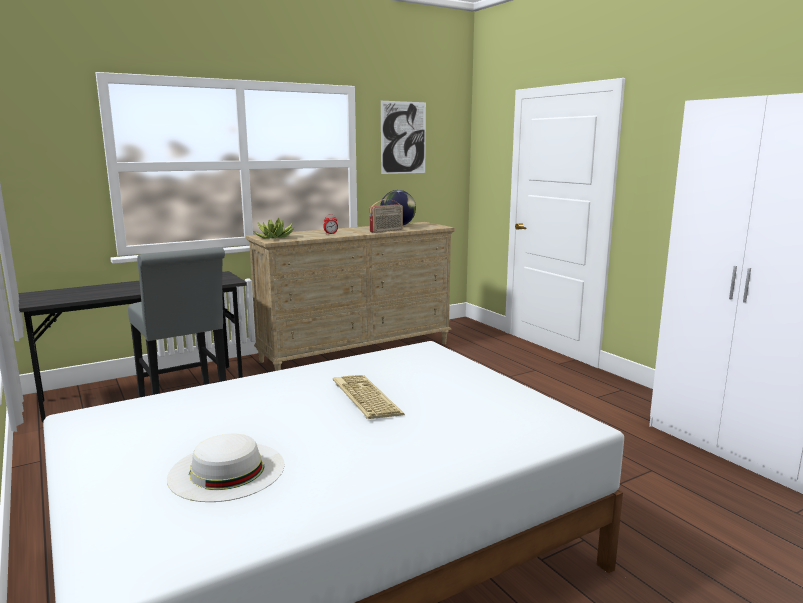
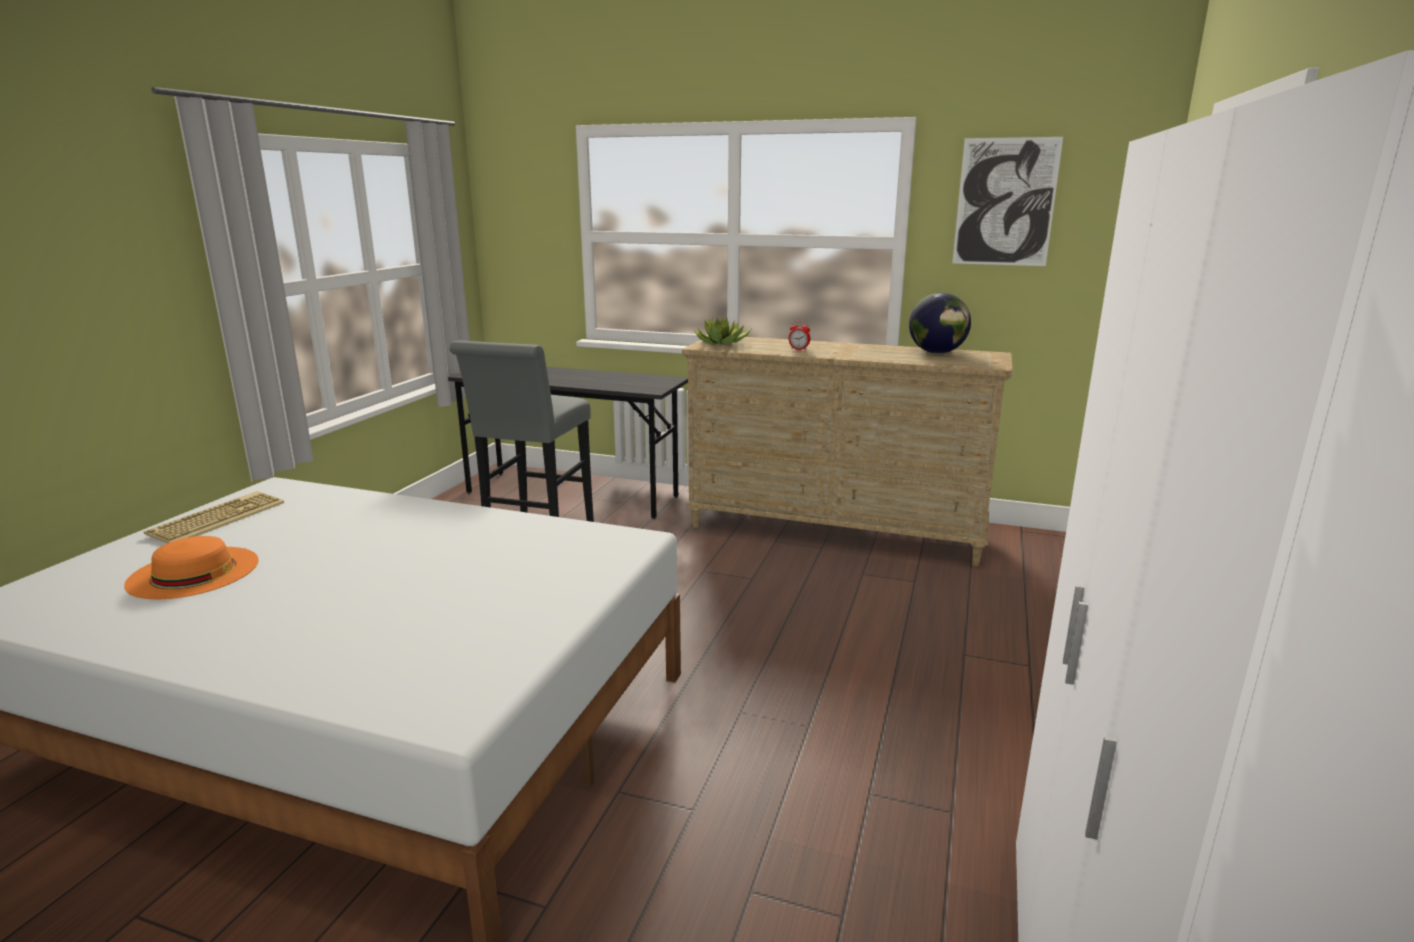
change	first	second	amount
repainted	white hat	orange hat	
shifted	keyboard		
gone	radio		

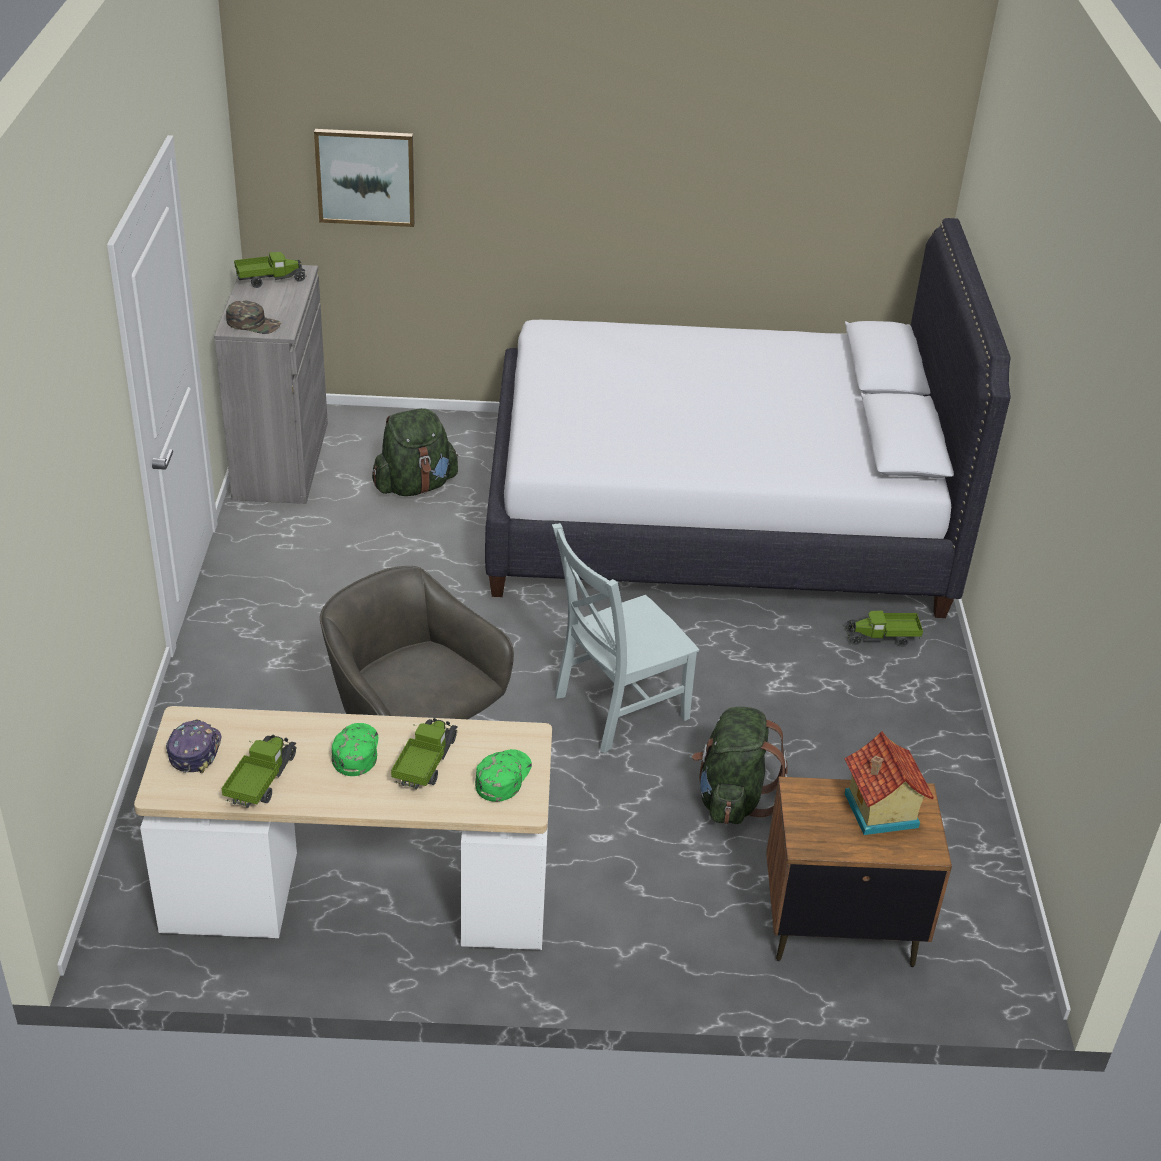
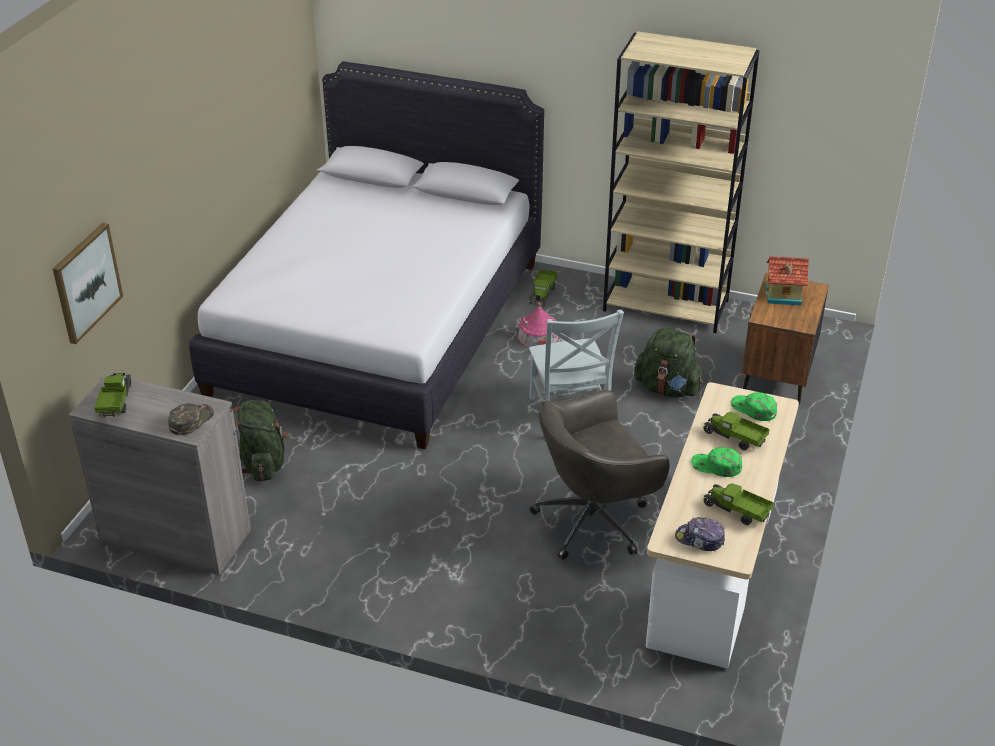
change	first	second	amount
new		toy house (no. 1 from left)	
new		beige bookcase	

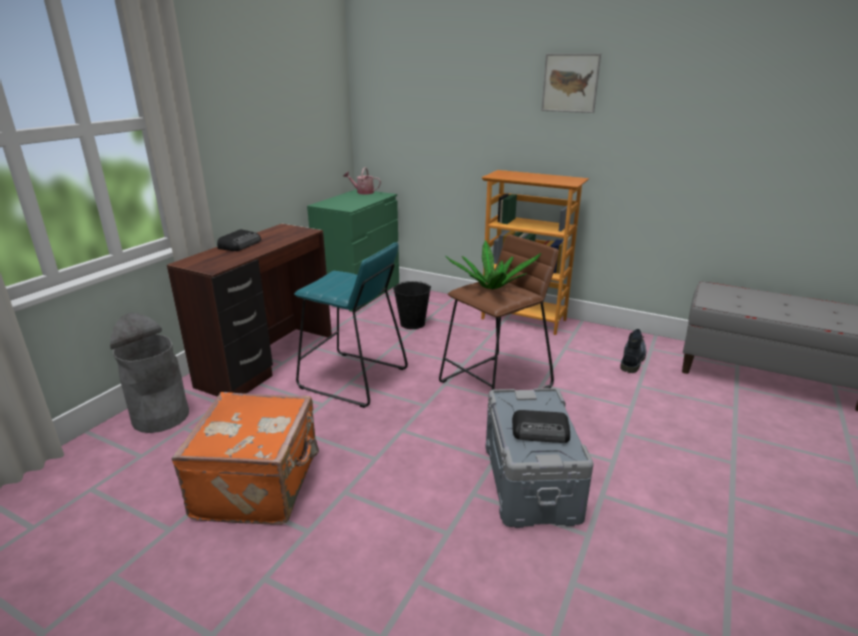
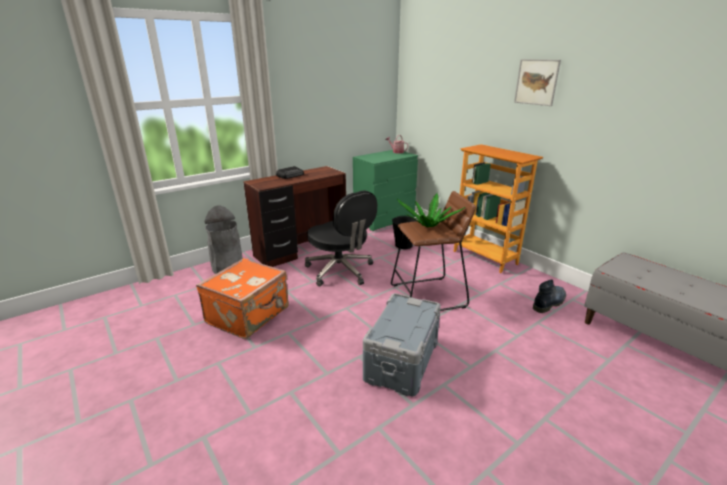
change	first	second	amount
swapped	turquoise stool	black office chair	
gone	radio (no. 2 from left)		

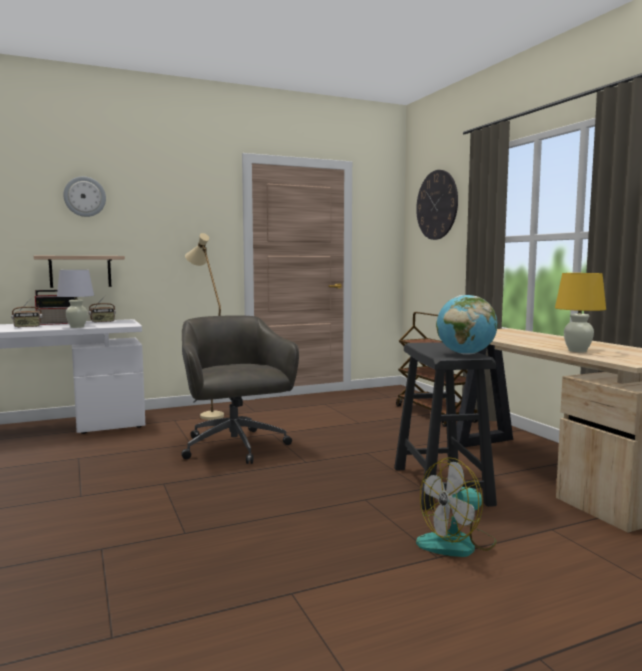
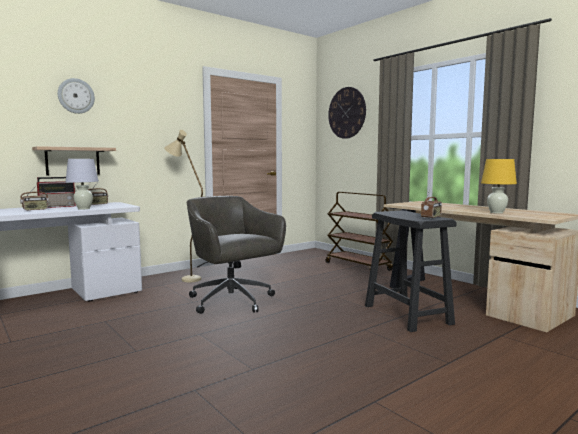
change	first	second	amount
swapped	globe	radio (no. 4 from left)	
gone	fan		

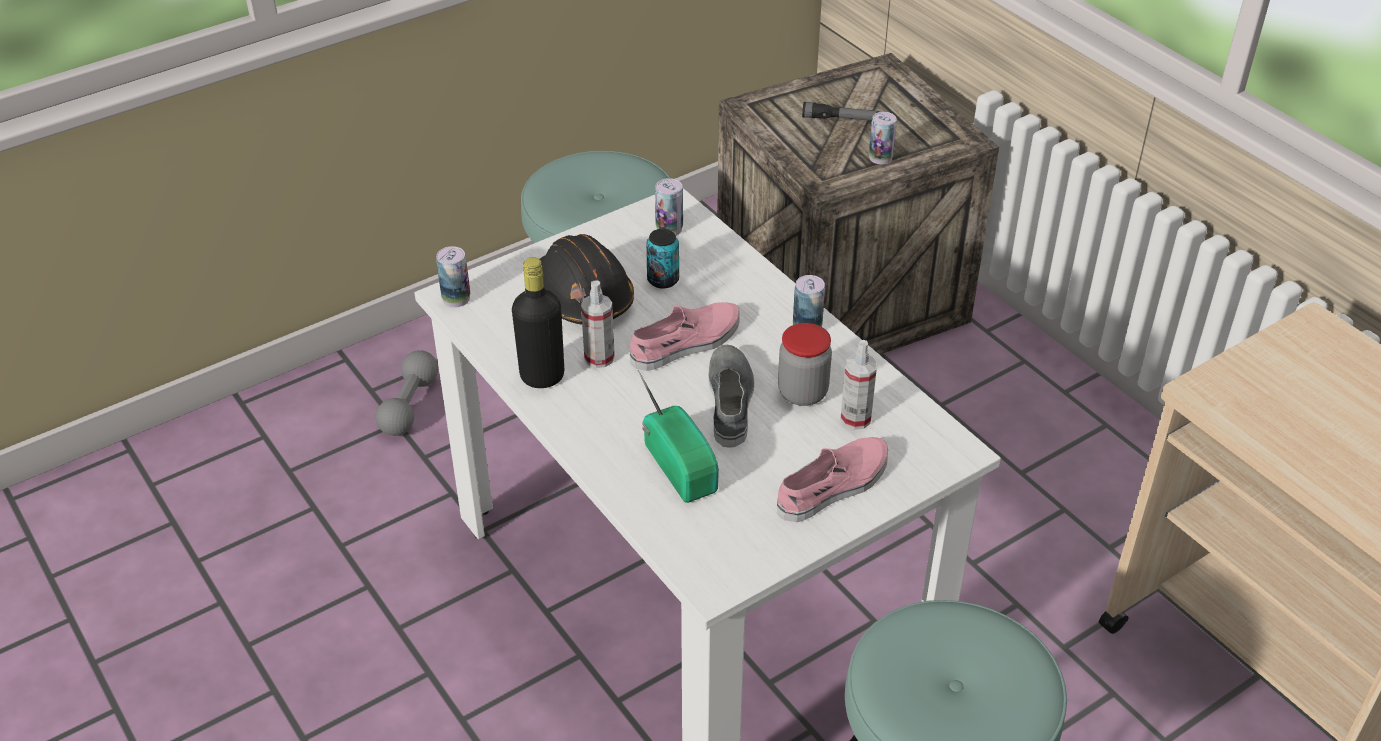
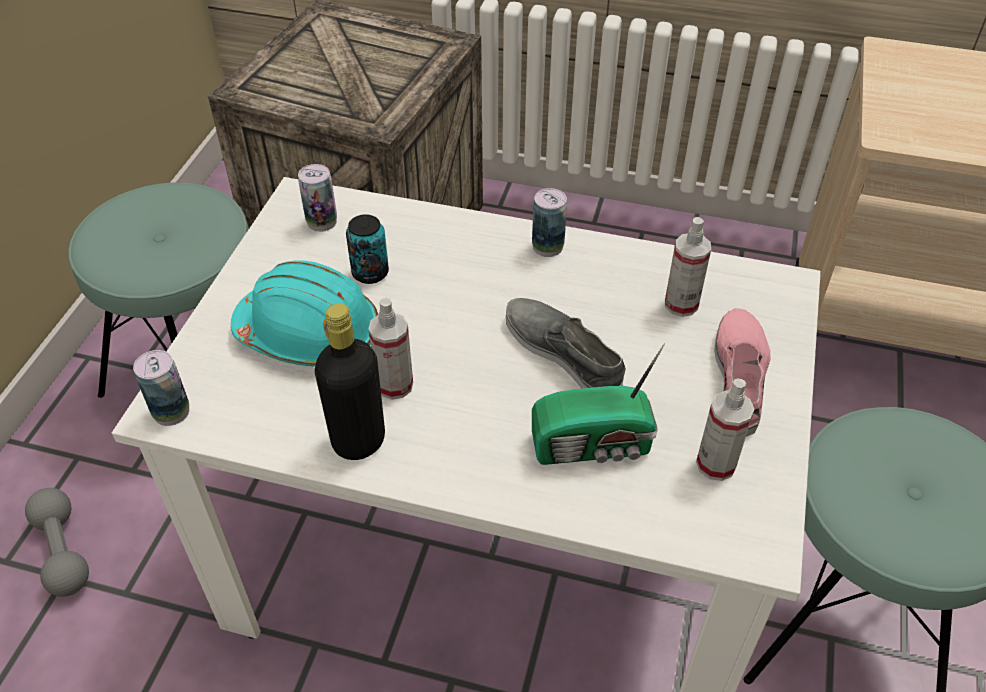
change	first	second	amount
repainted	black hard hat	turquoise hard hat	
rotated	radio		150 degrees clockwise
new		spray bottle (no. 3 from left)	
gone	pink shoe (no. 1 from left)		
gone	jar		
gone	flashlight		
gone	can (no. 5 from left)		

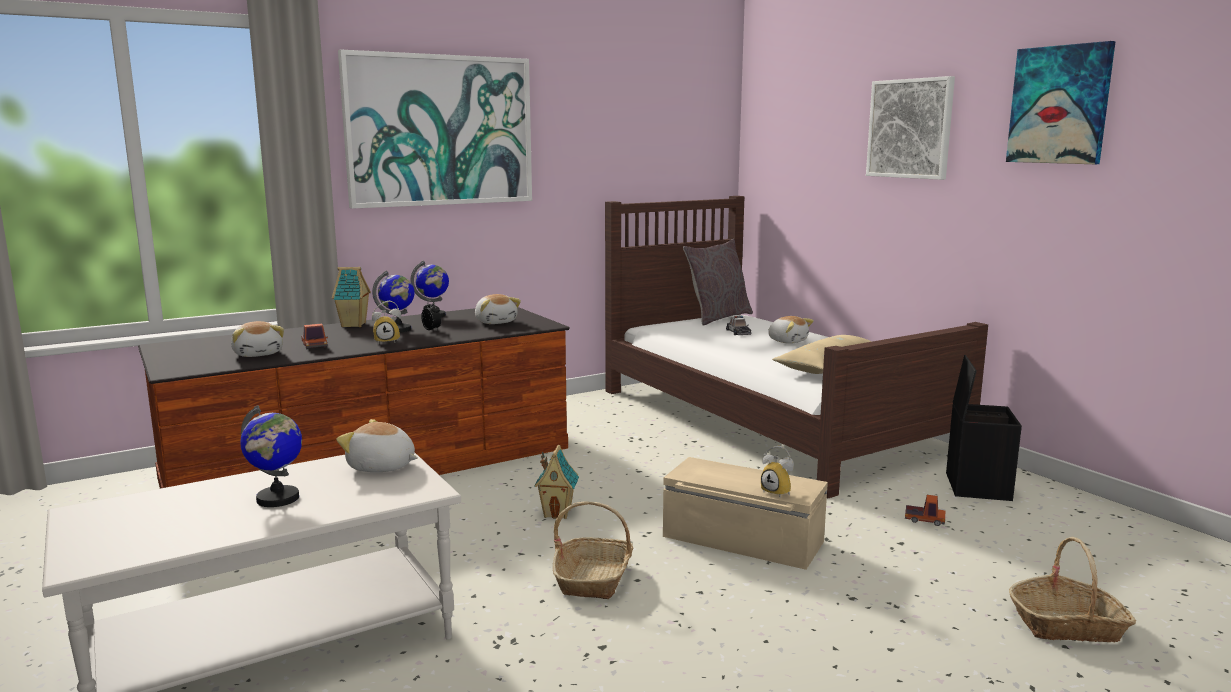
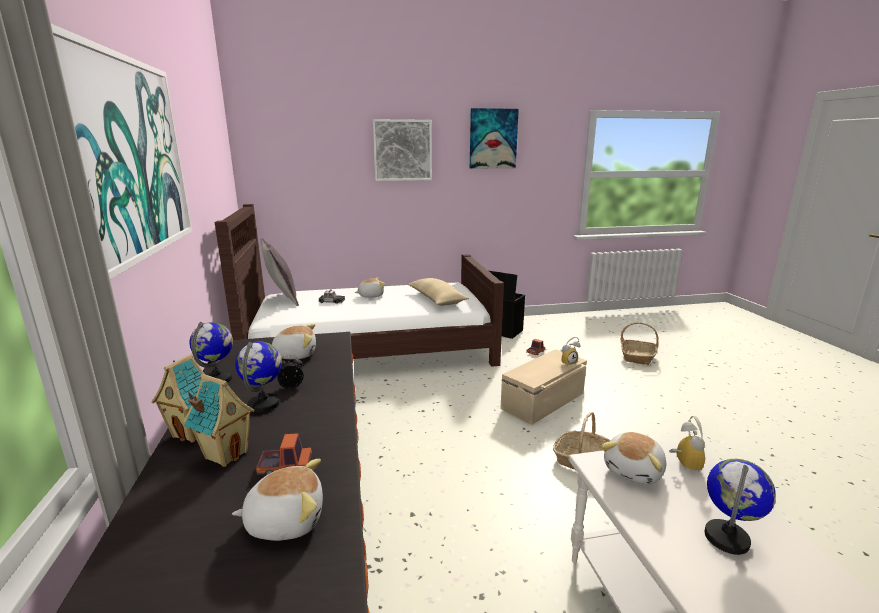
change	first	second	amount
shifted	toy house (no. 2 from left)		
shifted	alarm clock (no. 1 from left in the first image)	alarm clock (no. 3 from left)	

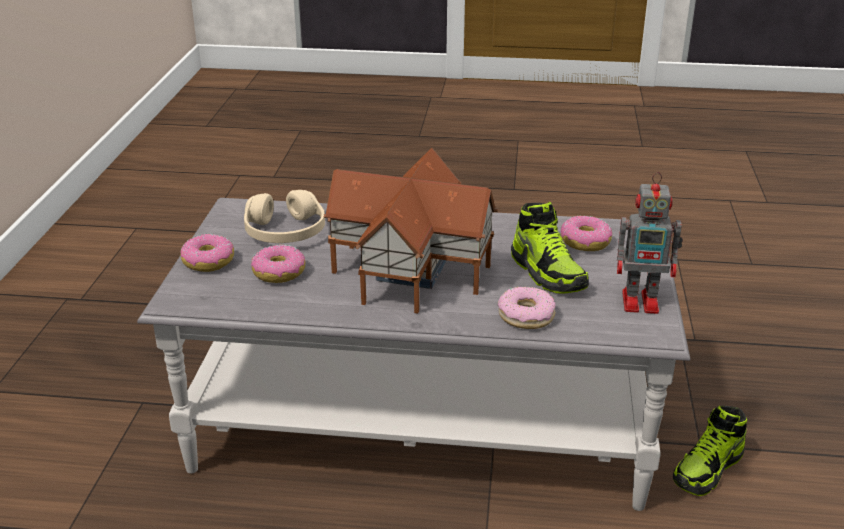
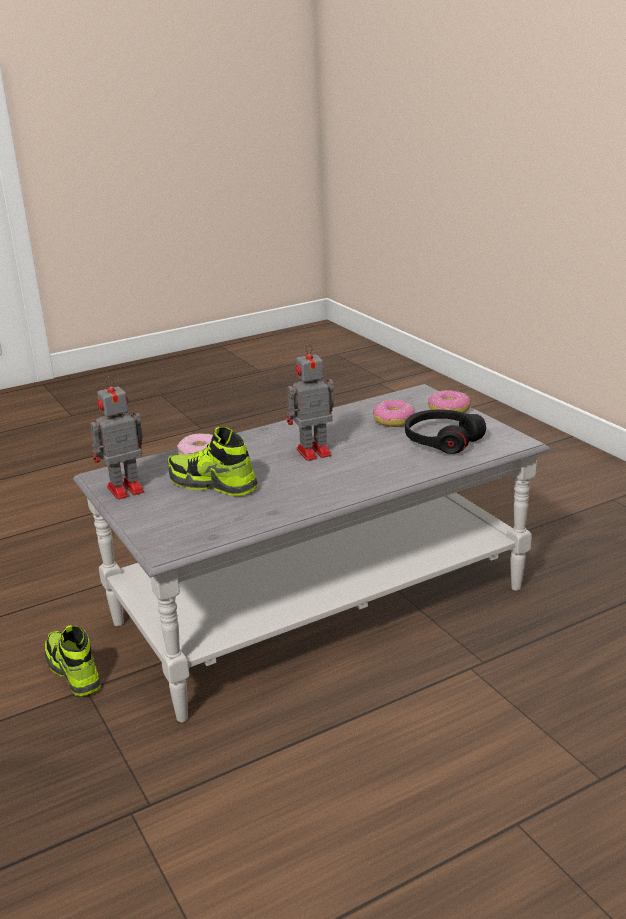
change	first	second	amount
rotated	shoe (no. 2 from left in the first image)	shoe (no. 1 from left)	45 degrees counterclockwise
swapped	toy house	toy robot (no. 2 from left)	
repainted	beige headphones	black headphones	
gone	donut (no. 4 from left)		

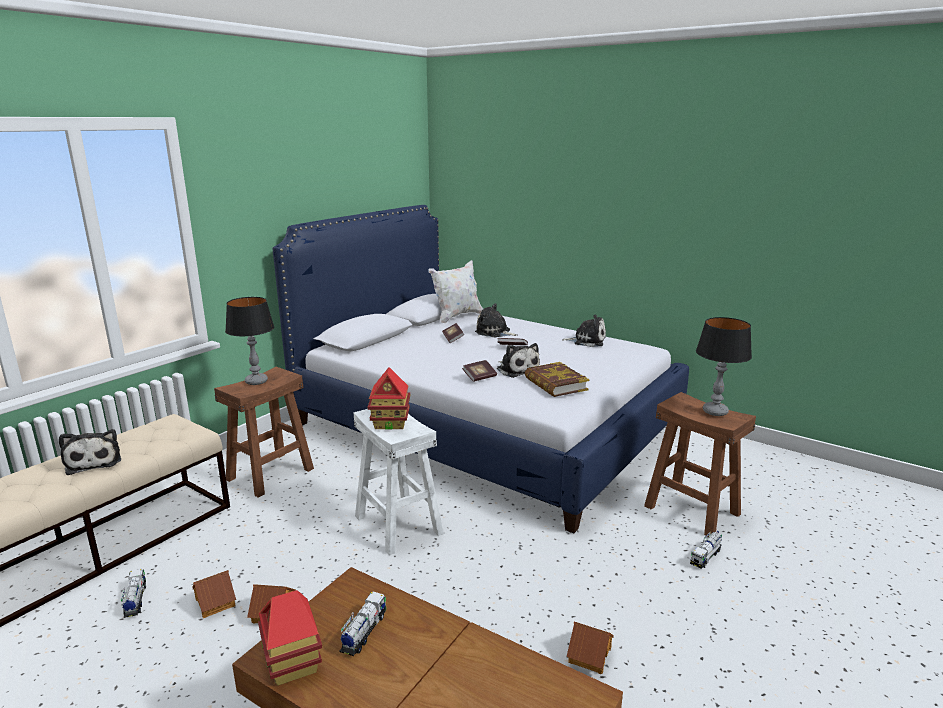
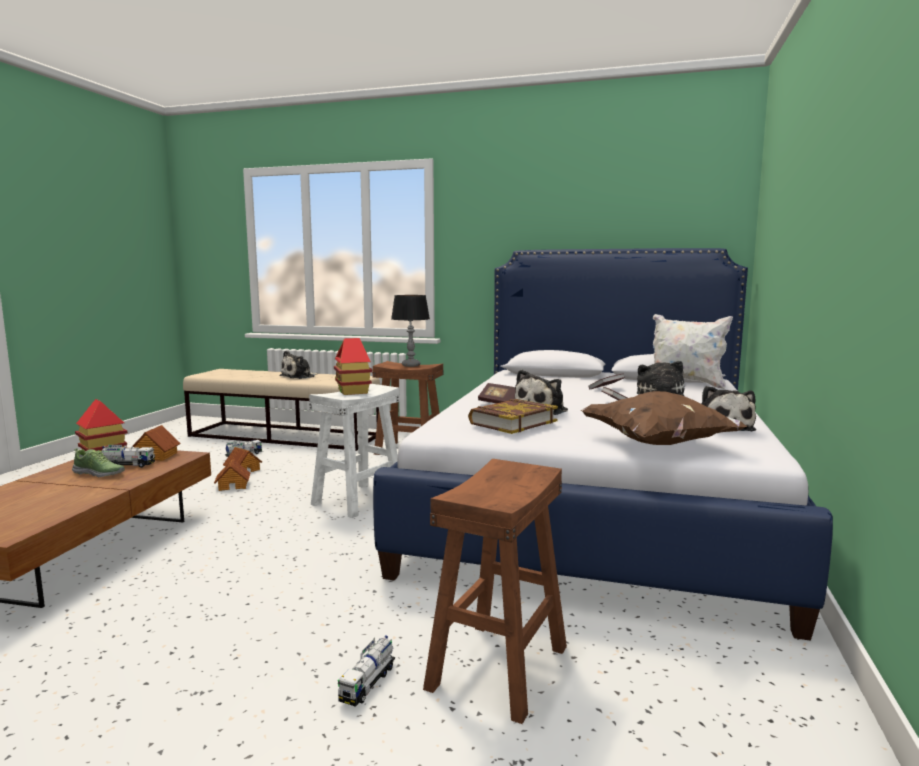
change	first	second	amount
new		shoe	
shifted	toy house (no. 5 from left in the first image)	toy house (no. 2 from left)	
rotated	toy truck (no. 3 from left)		90 degrees counterclockwise
new		brown pillow	
gone	table lamp (no. 2 from left)		

